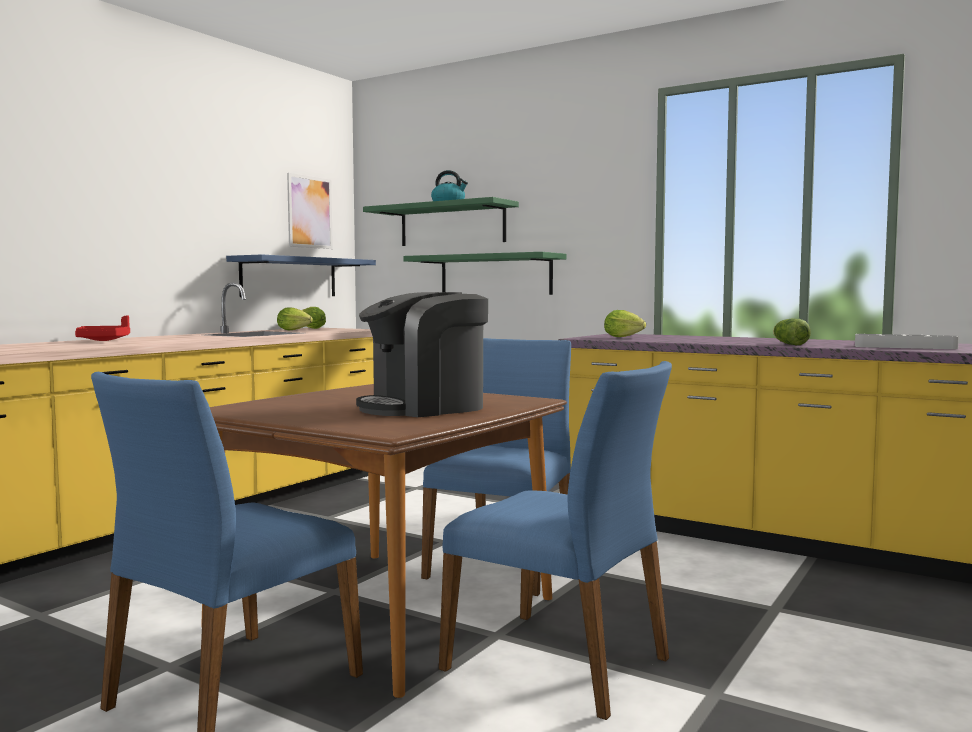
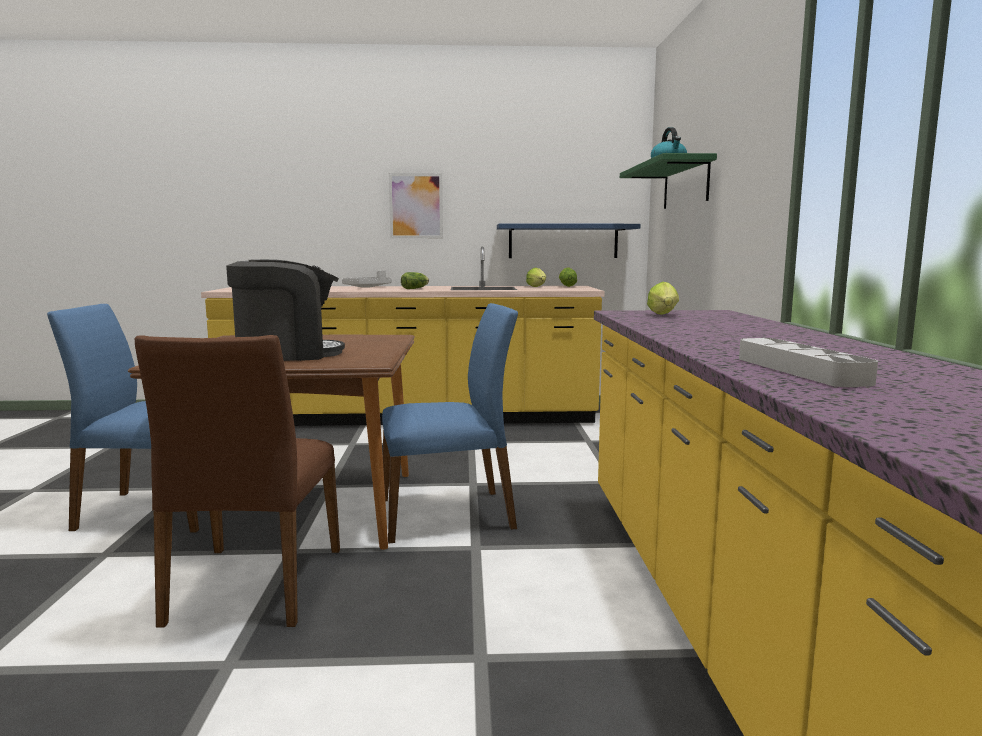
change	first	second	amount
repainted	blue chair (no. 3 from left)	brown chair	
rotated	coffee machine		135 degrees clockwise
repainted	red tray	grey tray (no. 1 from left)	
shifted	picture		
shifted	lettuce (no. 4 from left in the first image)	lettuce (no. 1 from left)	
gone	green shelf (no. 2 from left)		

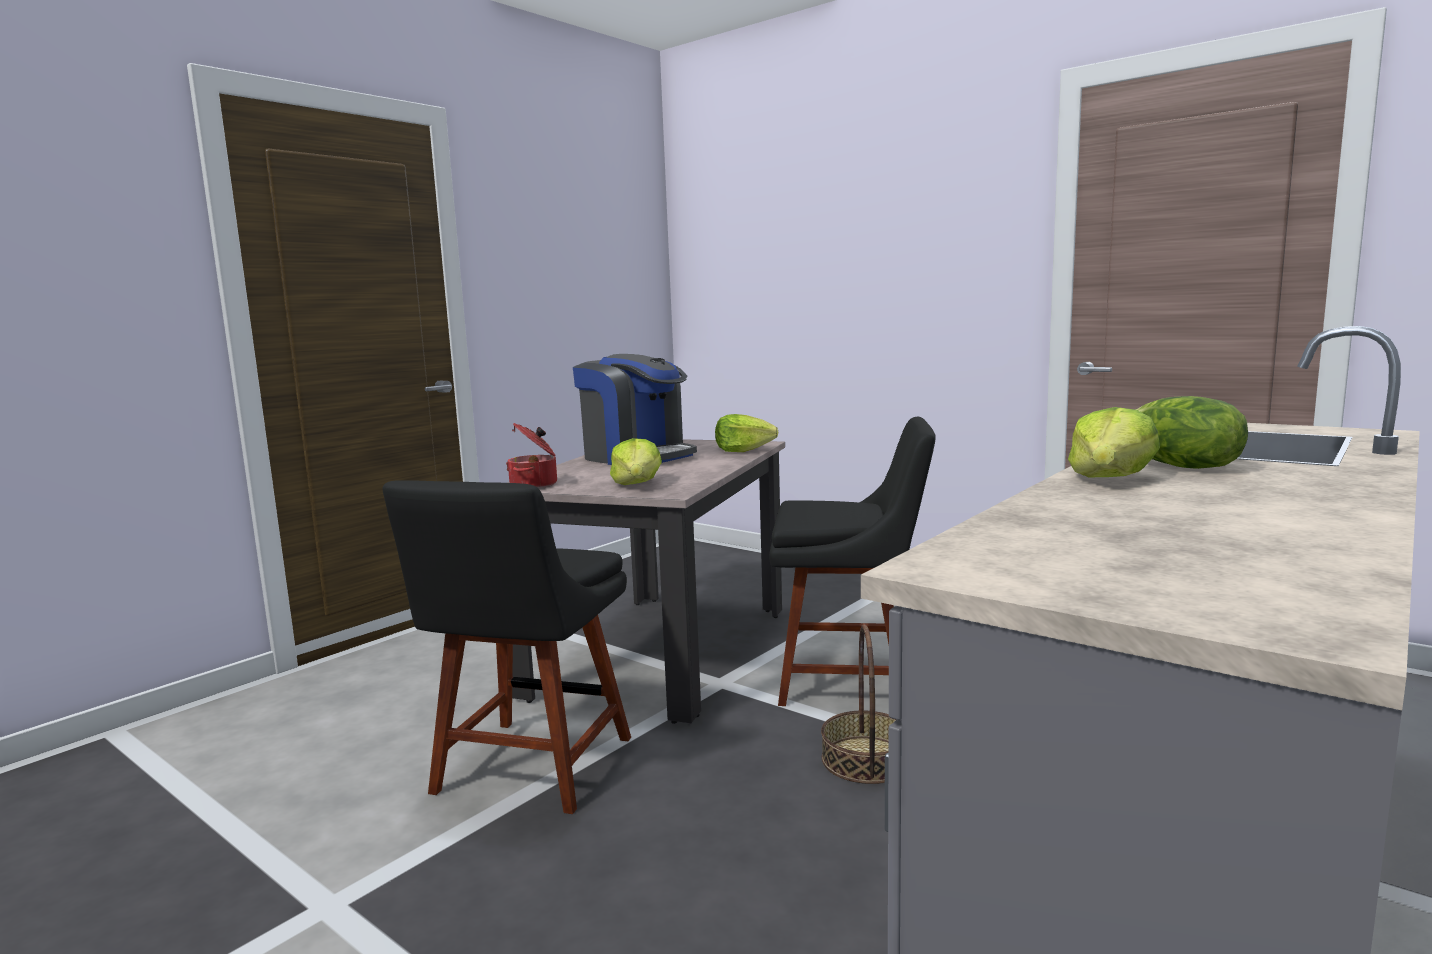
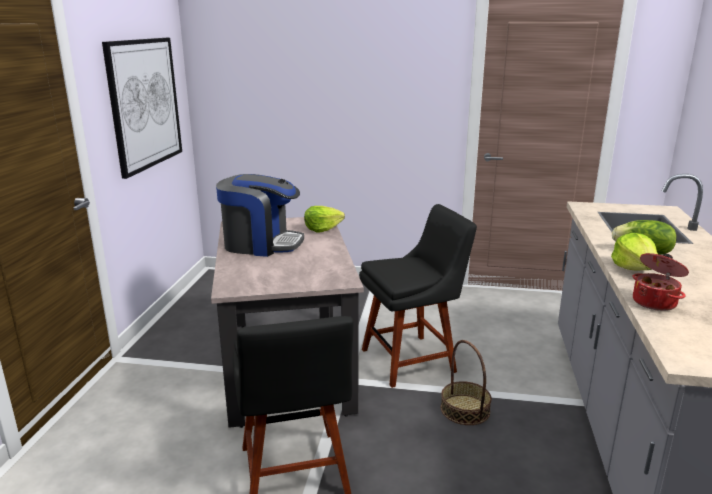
change	first	second	amount
new		picture	
shifted	cooking pot		
gone	lettuce (no. 1 from left)		

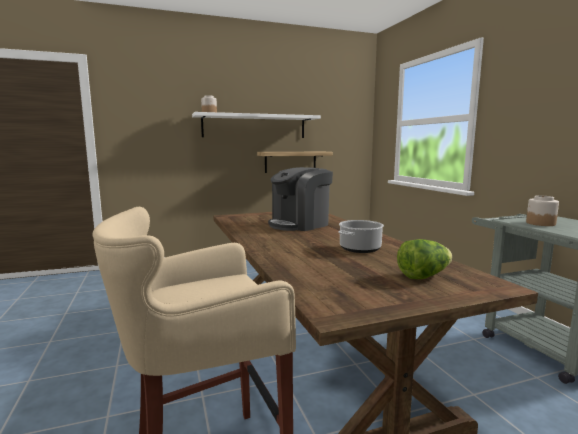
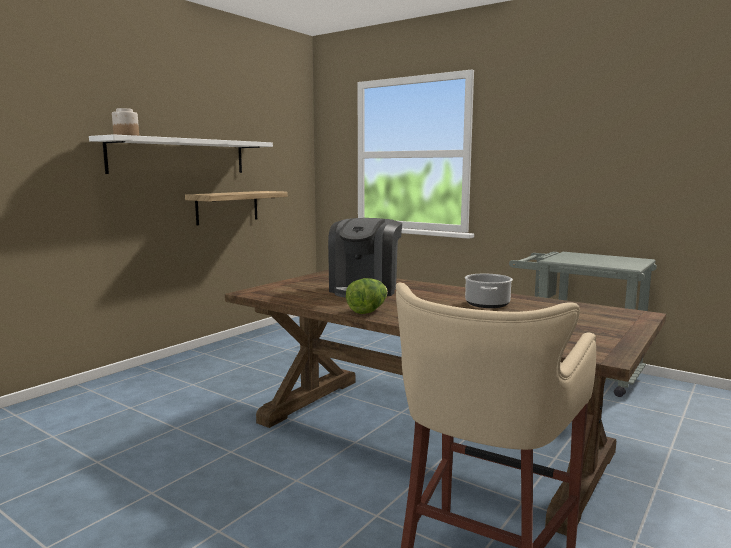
change	first	second	amount
shifted	lettuce		
gone	jar (no. 2 from left)		

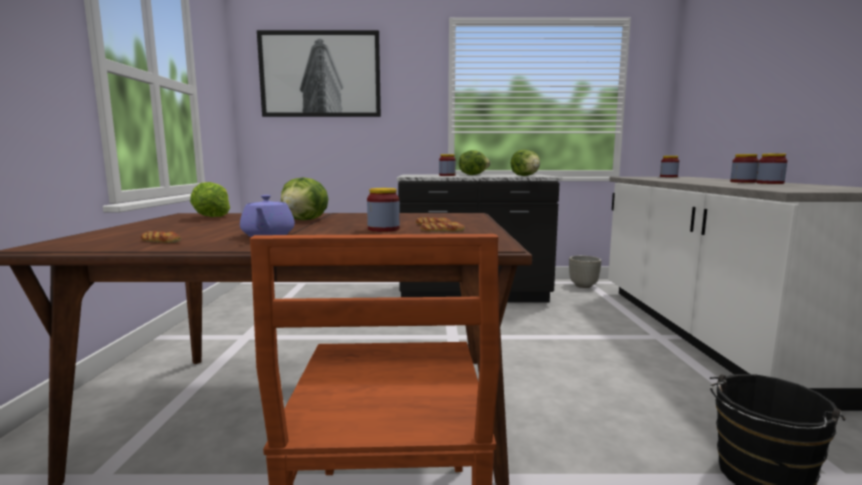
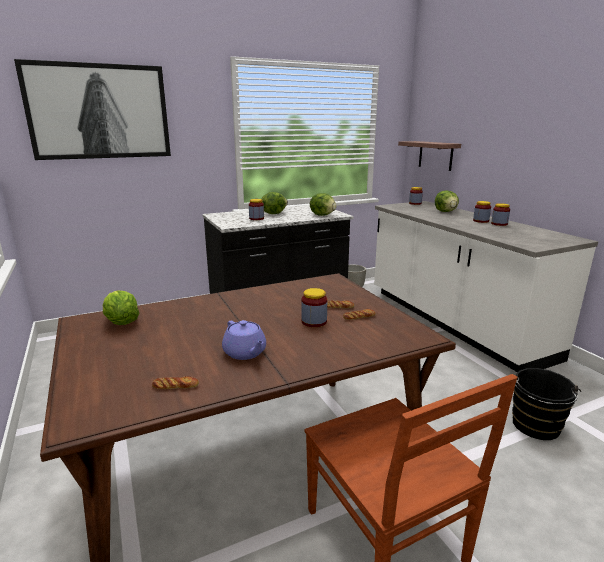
change	first	second	amount
new		shelf	
shifted	lettuce (no. 2 from left in the first image)	lettuce (no. 4 from left)	

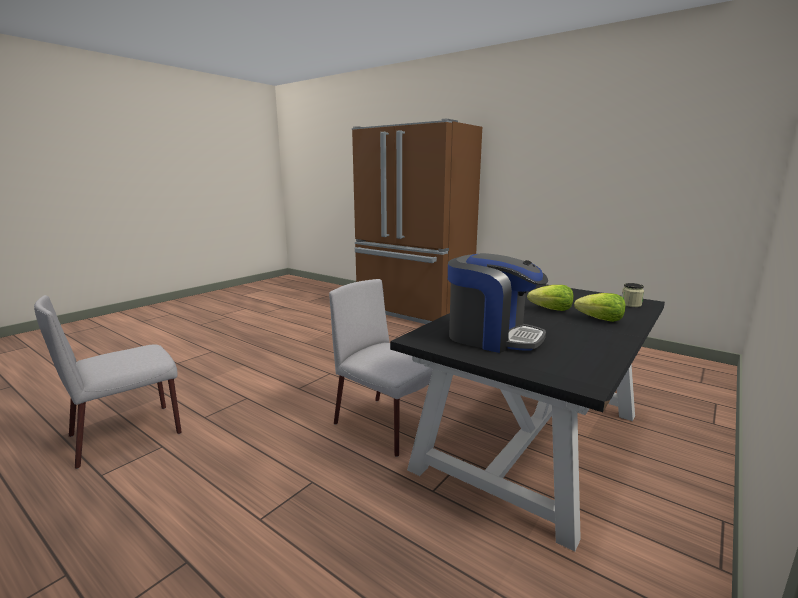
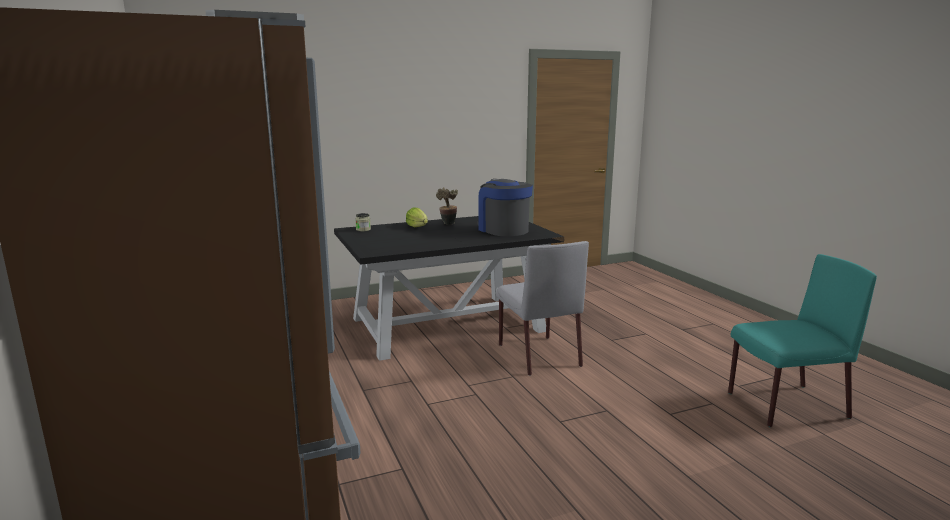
change	first	second	amount
new		potted plant	
repainted	grey chair (no. 1 from left)	turquoise chair	
gone	lettuce (no. 1 from left)		

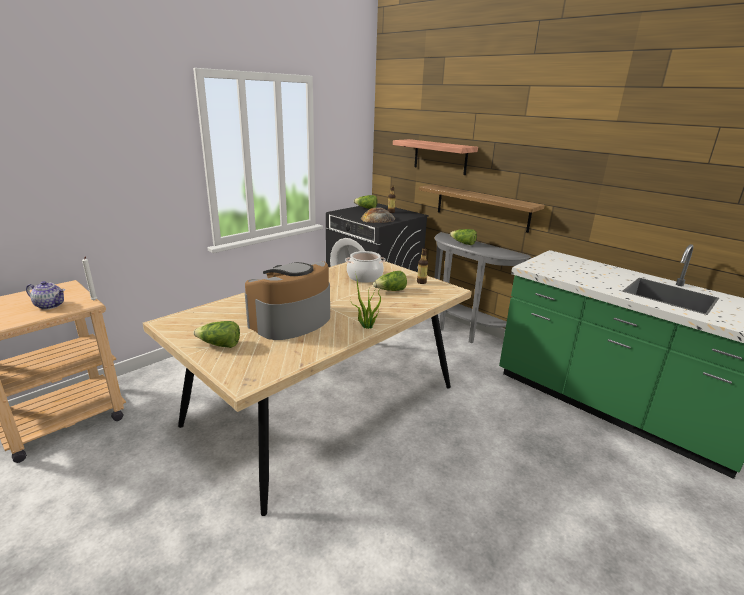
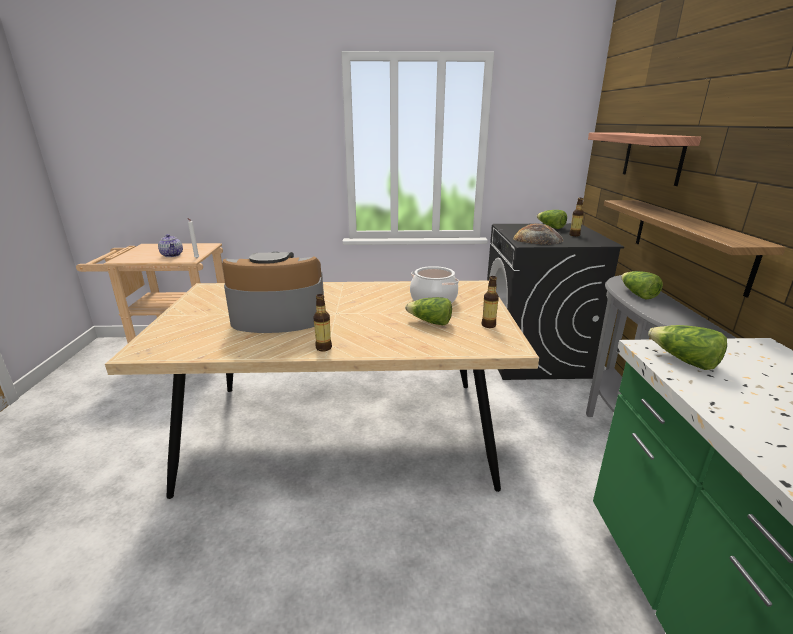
change	first	second	amount
swapped	potted plant	bottle (no. 1 from left)	
shifted	lettuce (no. 1 from left in the first image)	lettuce (no. 4 from left)	

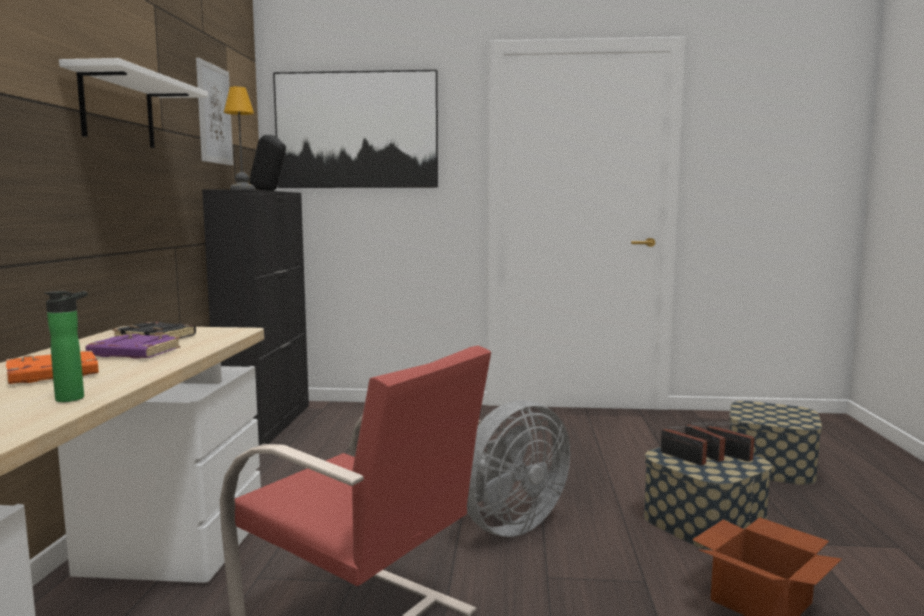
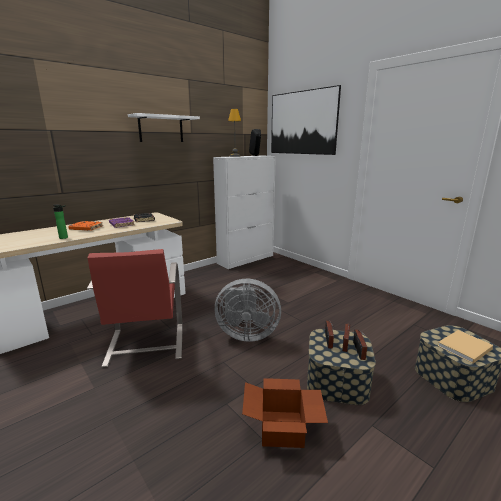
change	first	second	amount
repainted	black cabinet	white cabinet	
new		beige book	
gone	picture (no. 1 from left)		

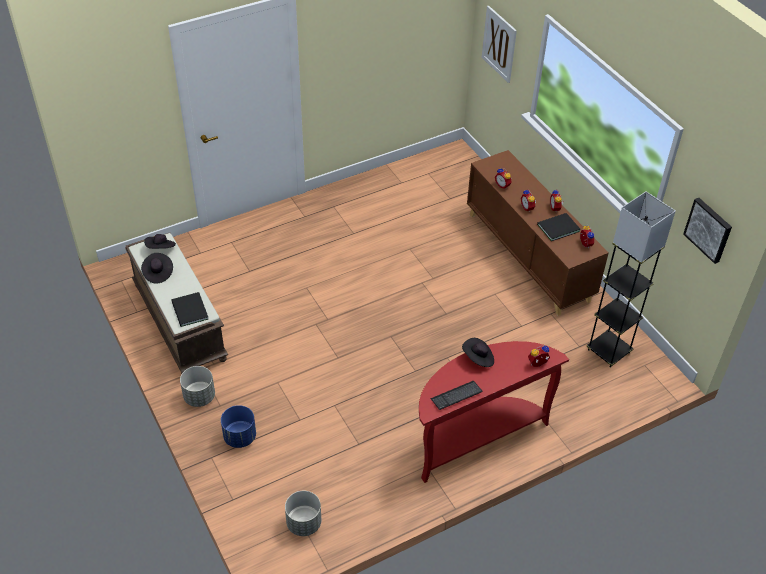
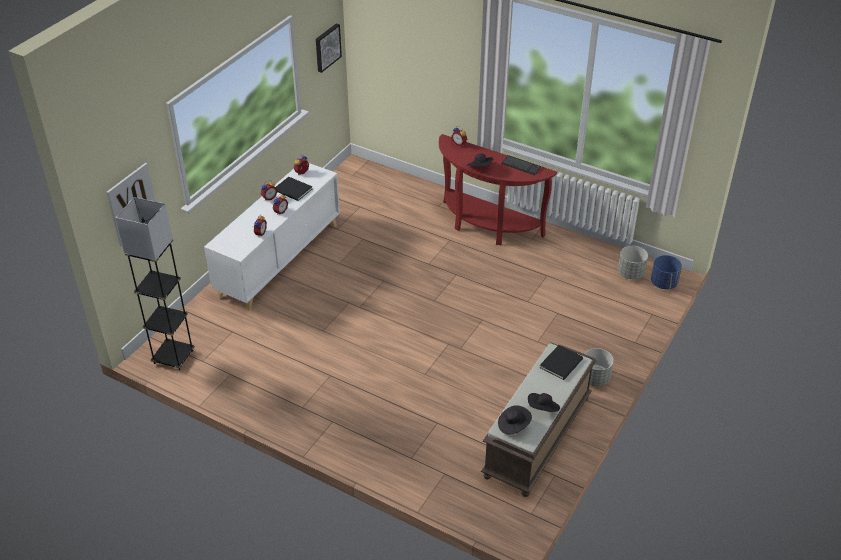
change	first	second	amount
shifted	grey floor lamp		
repainted	brown cabinet	white cabinet	
shifted	blue planter		

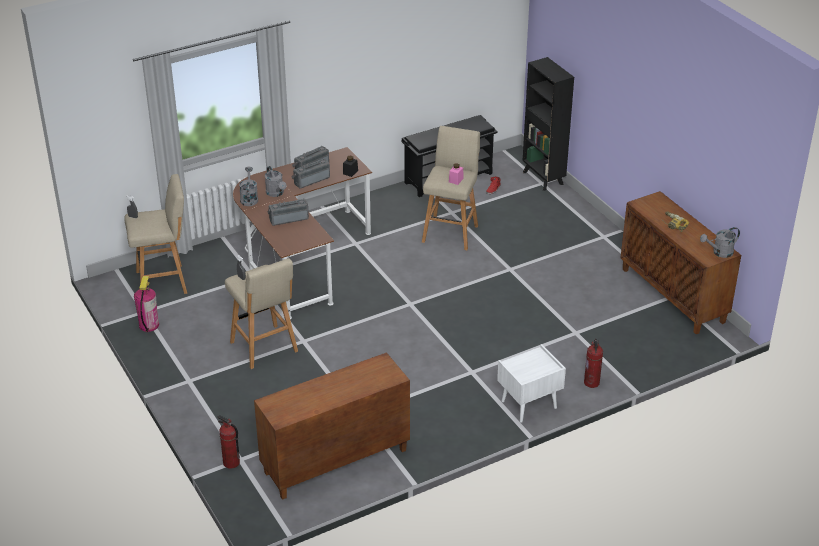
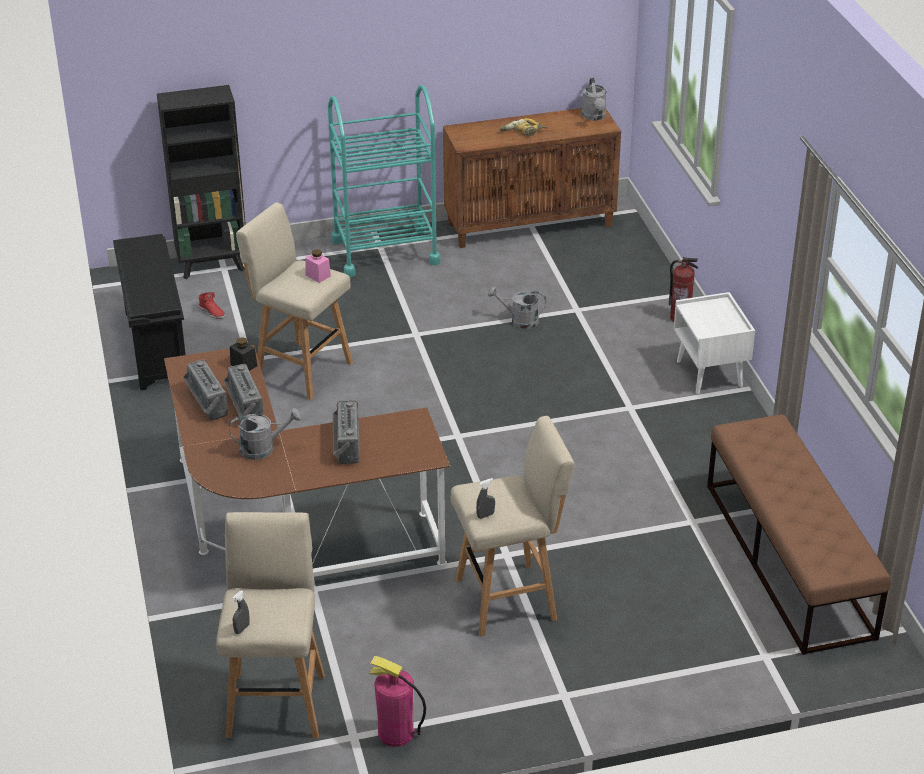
change	first	second	amount
new		turquoise cart	
shifted	grey watering can (no. 1 from left in the first image)	grey watering can (no. 2 from left)	
swapped	brown cabinet (no. 1 from left)	brown bench	
gone	fire extinguisher (no. 2 from left)		

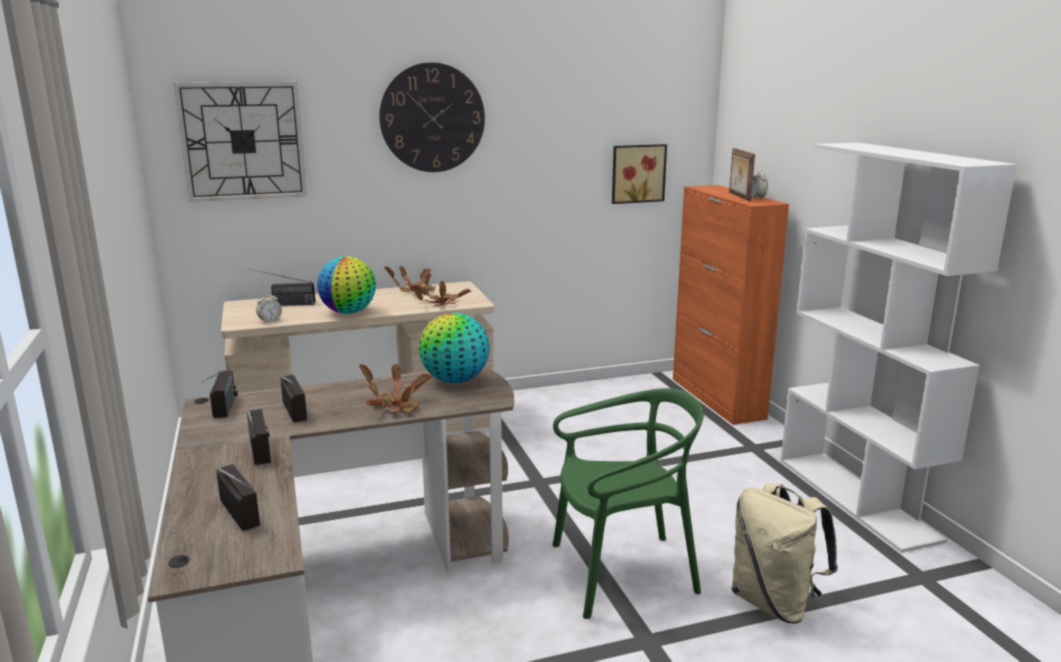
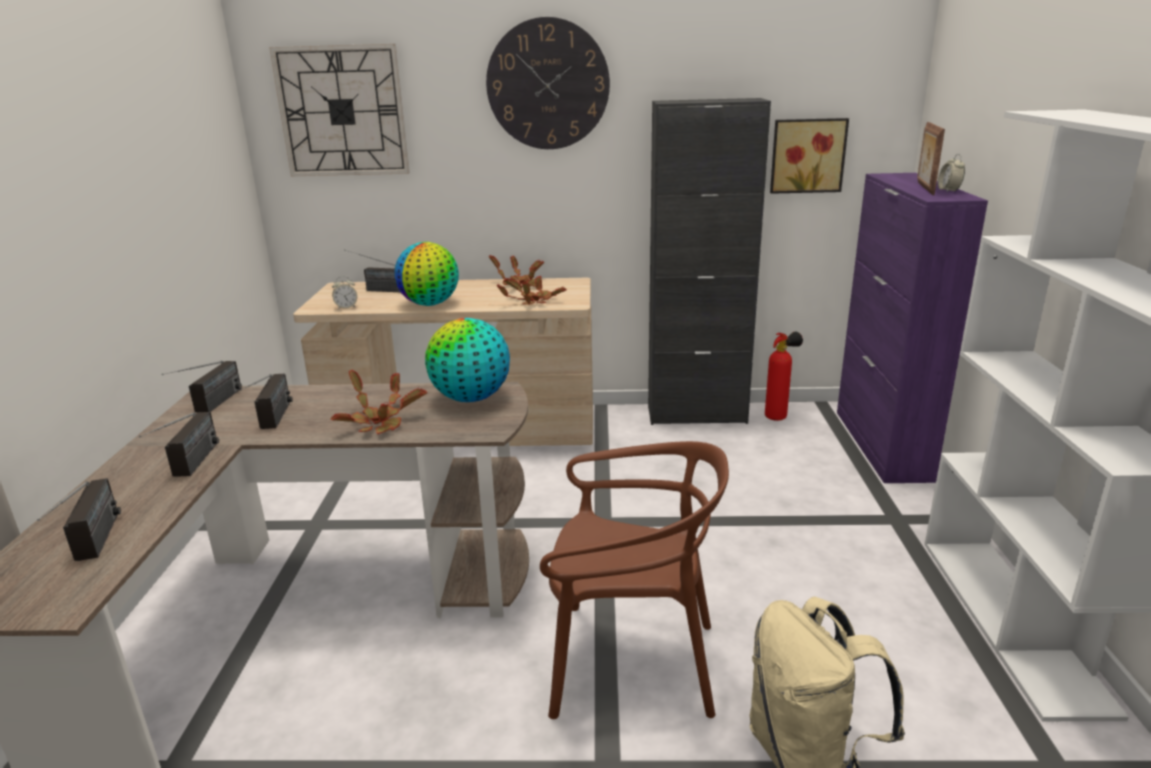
change	first	second	amount
repainted	green chair	brown chair	
new		black cabinet	
new		fire extinguisher	
repainted	orange cabinet	purple cabinet	

